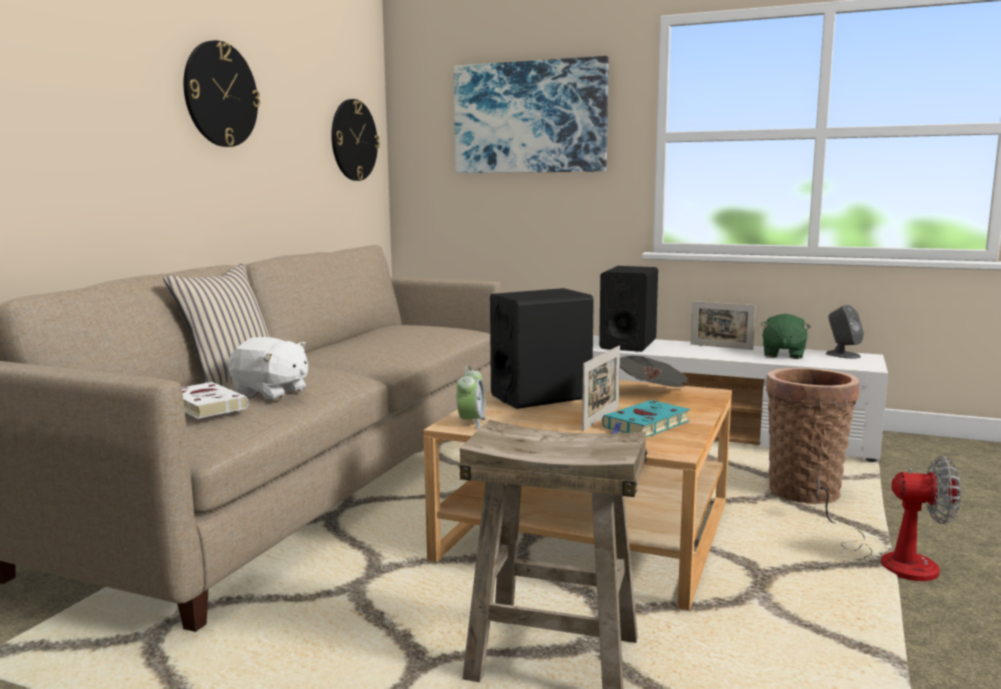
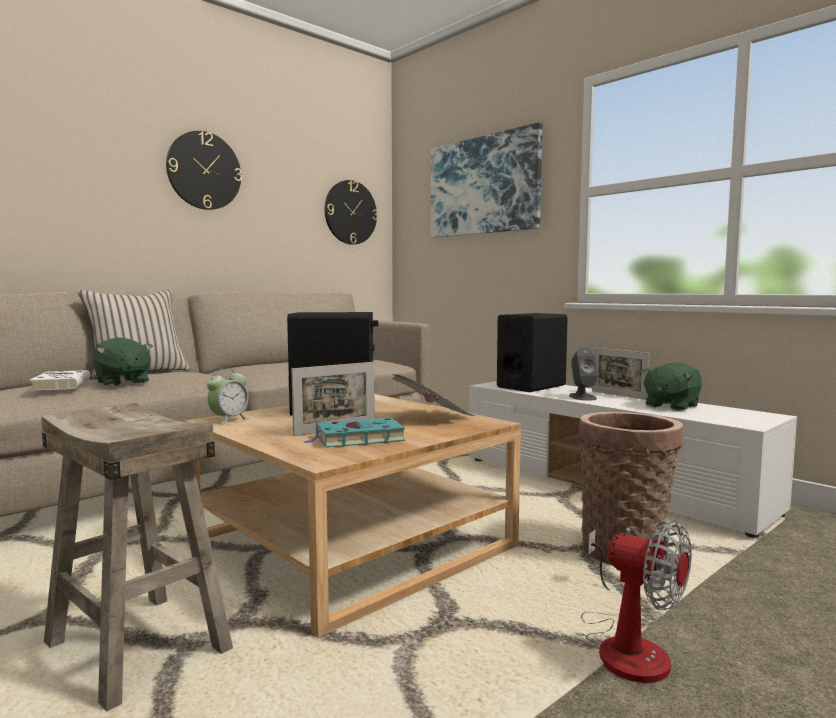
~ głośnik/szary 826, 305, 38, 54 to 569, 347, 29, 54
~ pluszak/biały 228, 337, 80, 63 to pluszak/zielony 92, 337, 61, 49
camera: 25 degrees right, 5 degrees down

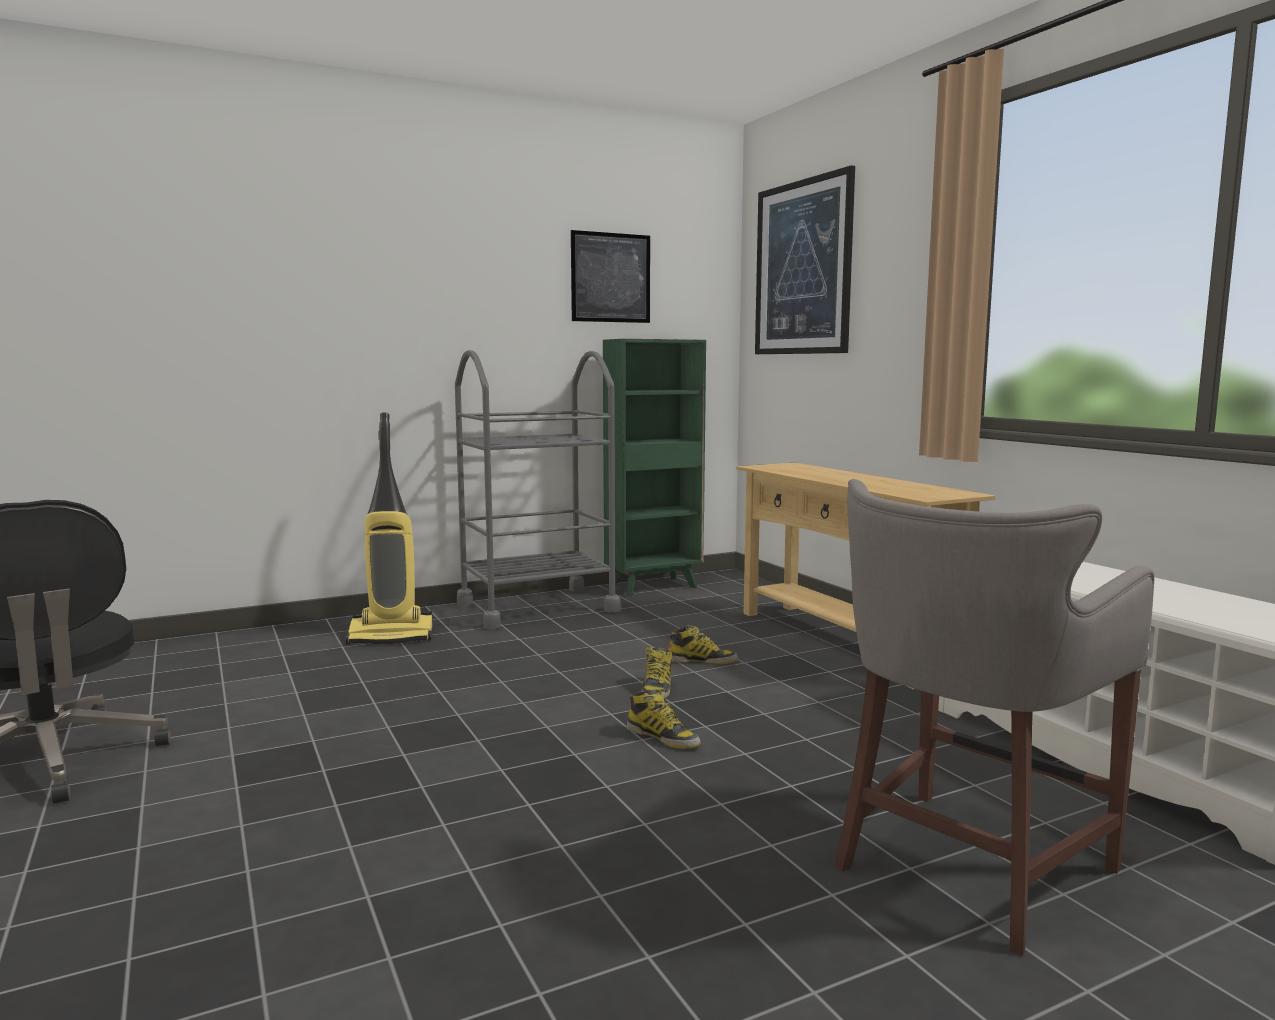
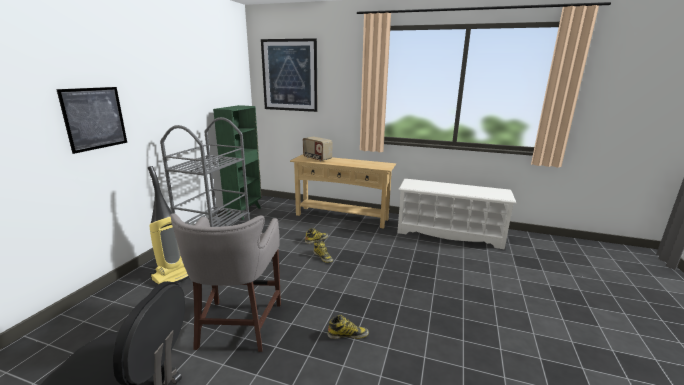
+ radio 303, 137, 30, 25
~ obraz 571, 230, 79, 93 to 56, 87, 71, 67
~ but z cholewką 627, 689, 74, 60 to 327, 315, 42, 24
~ stołek/szary 834, 479, 320, 478 to 170, 214, 111, 138
camera: 45 degrees left, 10 degrees up

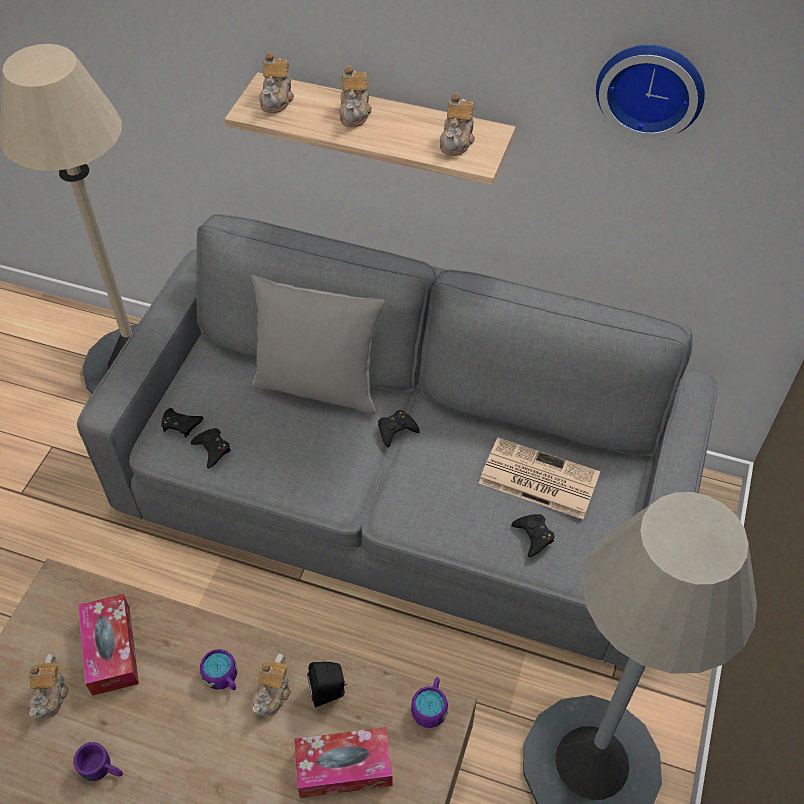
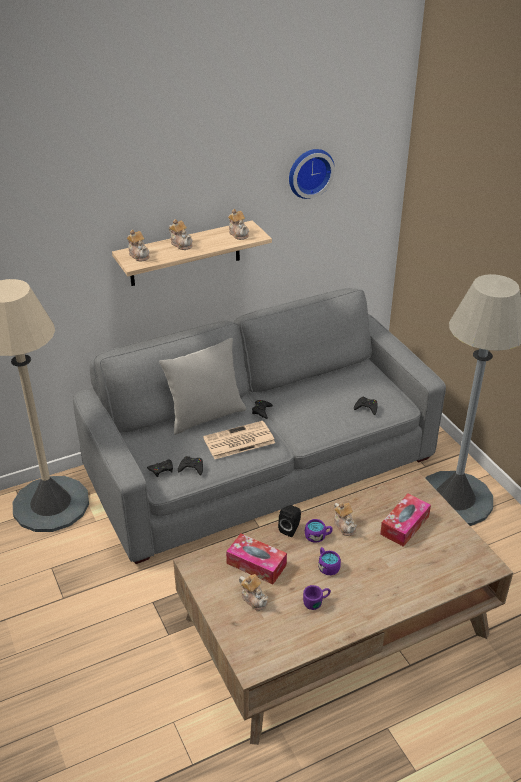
~ głośnik/czarny 307, 662, 40, 46 to 278, 505, 23, 32
~ kubek/fioletowy 411, 677, 37, 51 to 318, 547, 23, 28
~ gazeta 479, 437, 121, 82 to 203, 421, 72, 38
camera: 45 degrees left, 15 degrees down

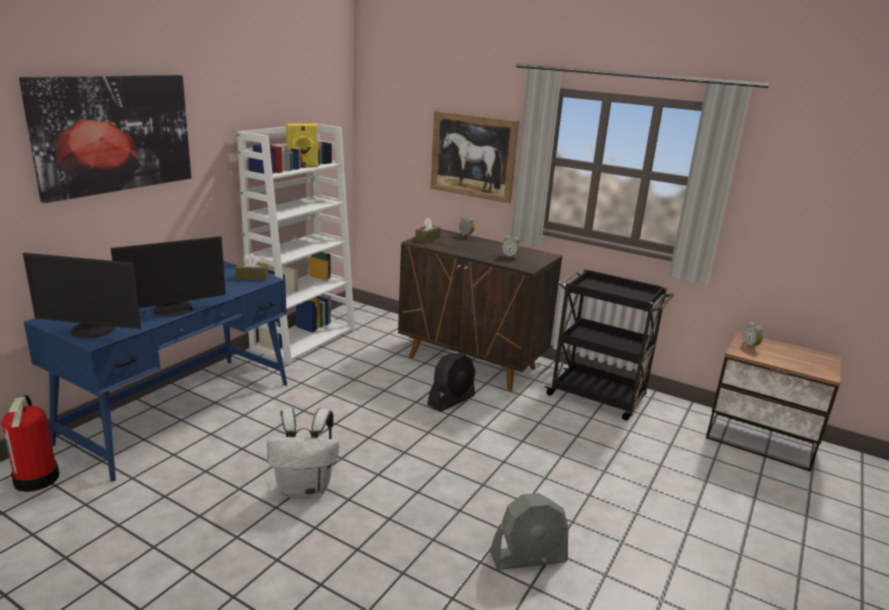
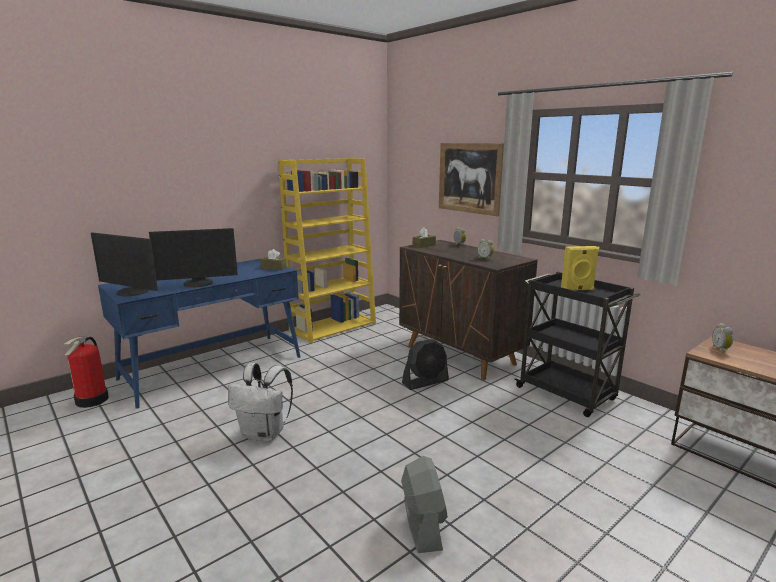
- obraz 19, 75, 172, 128
~ głośnik/żółty 286, 123, 32, 44 to 561, 246, 38, 45
~ regał/biały 237, 123, 118, 241 to regał/żółty 278, 158, 98, 185
~ wentylator/szary 490, 493, 78, 77 = 401, 456, 47, 97 105 degrees counterclockwise
camera: 20 degrees right, 5 degrees down

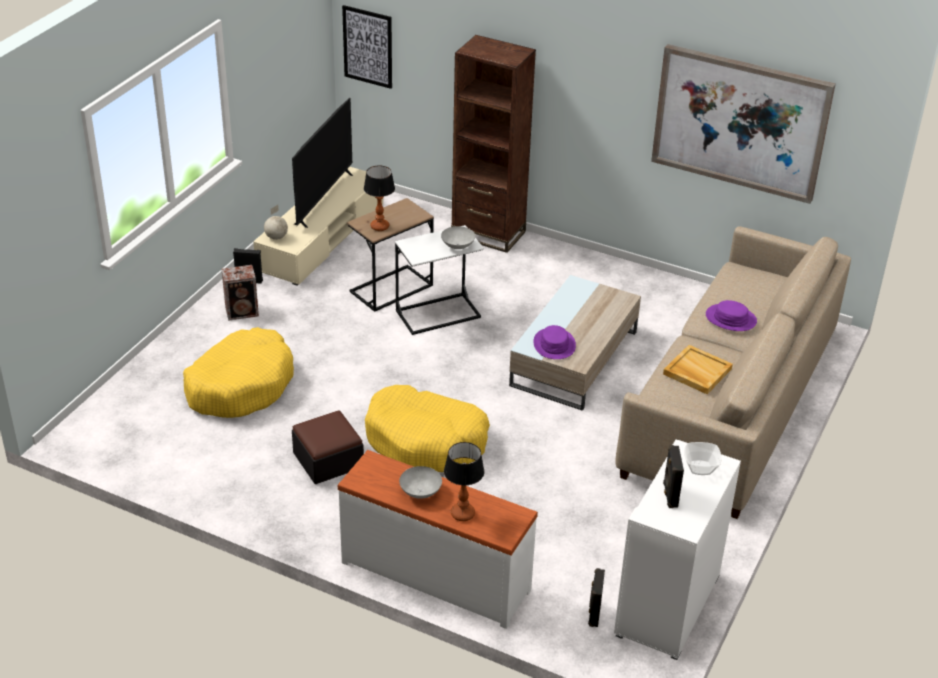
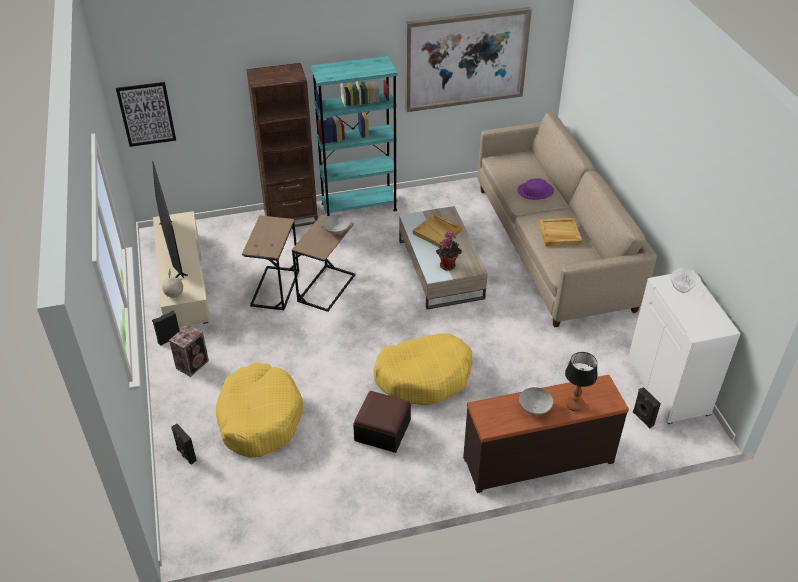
- lampa stołowa 364, 165, 31, 66
+ regał/turkusowy 311, 56, 87, 160
+ taca/beżowy 413, 214, 49, 34
~ głośnik/czarny 663, 445, 21, 63 to 171, 424, 26, 40
~ kapelusz/fioletowy 533, 325, 43, 34 to roślina doniczkowa 436, 231, 26, 40
~ komoda/biały 338, 450, 200, 179 to komoda/brązowy 463, 375, 166, 118
~ stolik/biały 395, 225, 89, 110 to stolik/brązowy 292, 214, 63, 98
camera: 40 degrees left, 5 degrees up

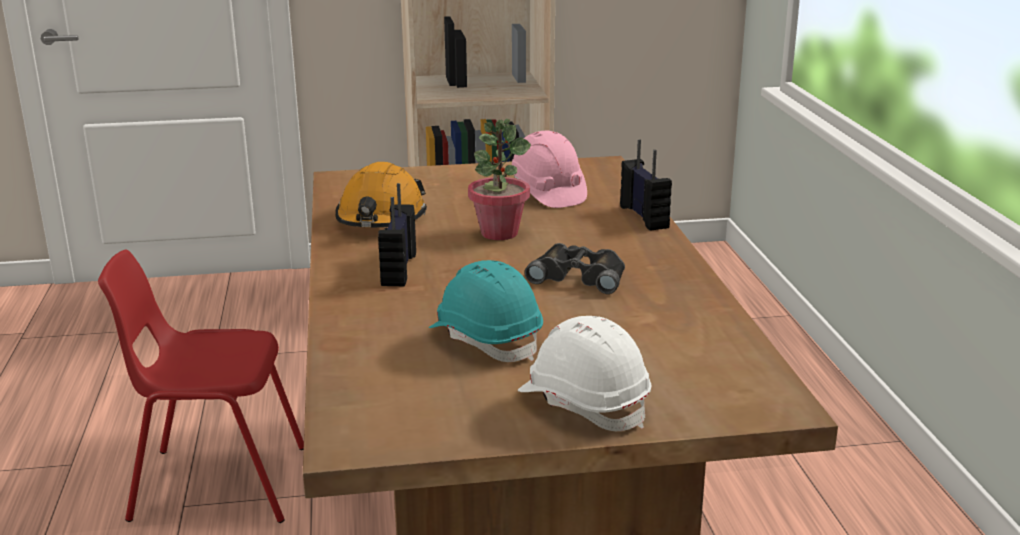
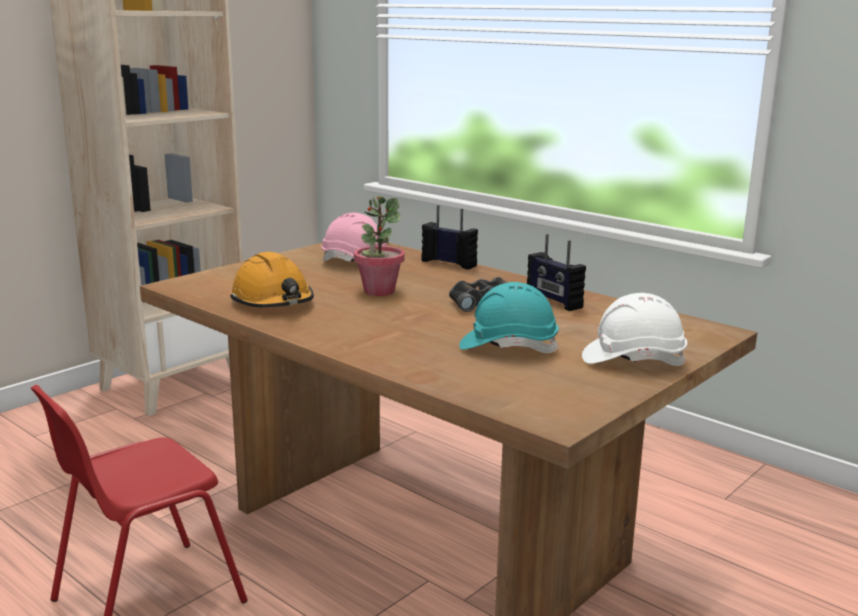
~ radio 378, 183, 38, 103 to 527, 234, 59, 77
camera: 40 degrees left, 5 degrees down

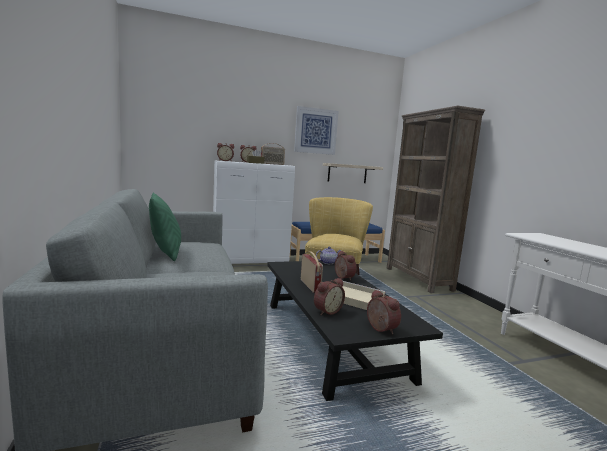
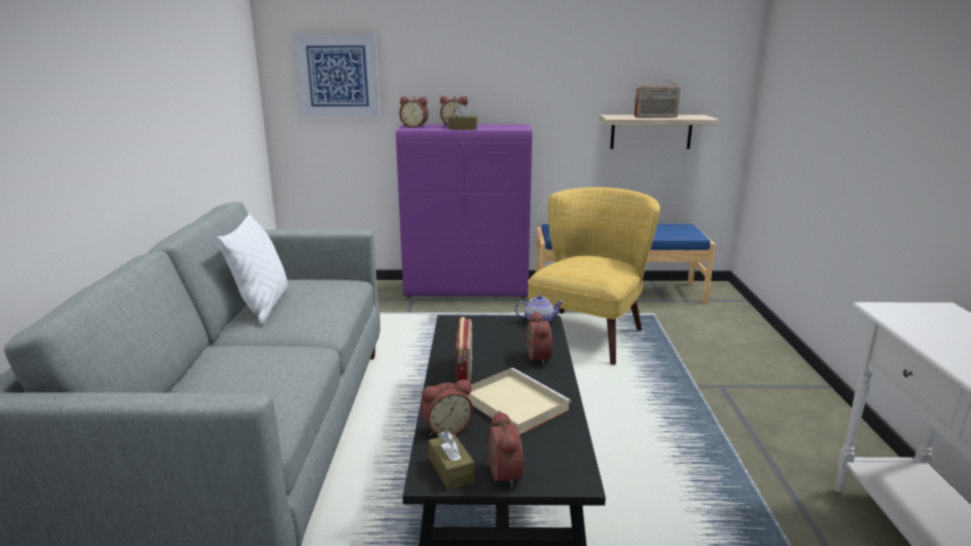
- regał/brązowy 387, 106, 98, 187
+ pudełko chusteczek/brązowy 428, 431, 47, 58
~ radio 261, 143, 24, 22 to 634, 79, 46, 39
~ obraz 294, 106, 45, 49 to 293, 33, 87, 84
~ poduszka/zielony 149, 192, 32, 69 to poduszka/biały 217, 213, 71, 111
~ szafka/biały 213, 161, 82, 103 to szafka/fioletowy 396, 124, 136, 174
camera: 20 degrees right, 10 degrees up

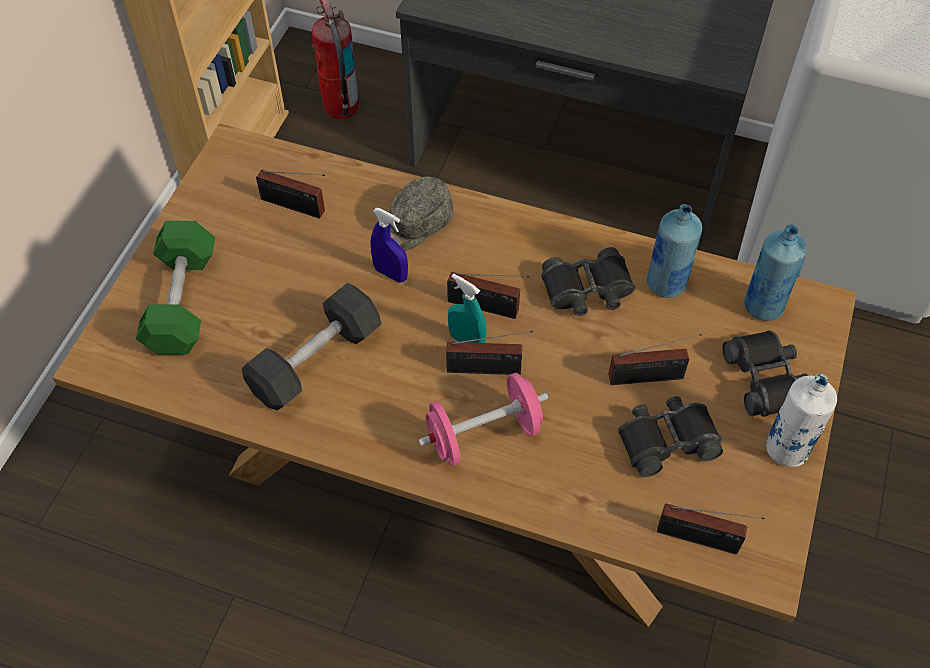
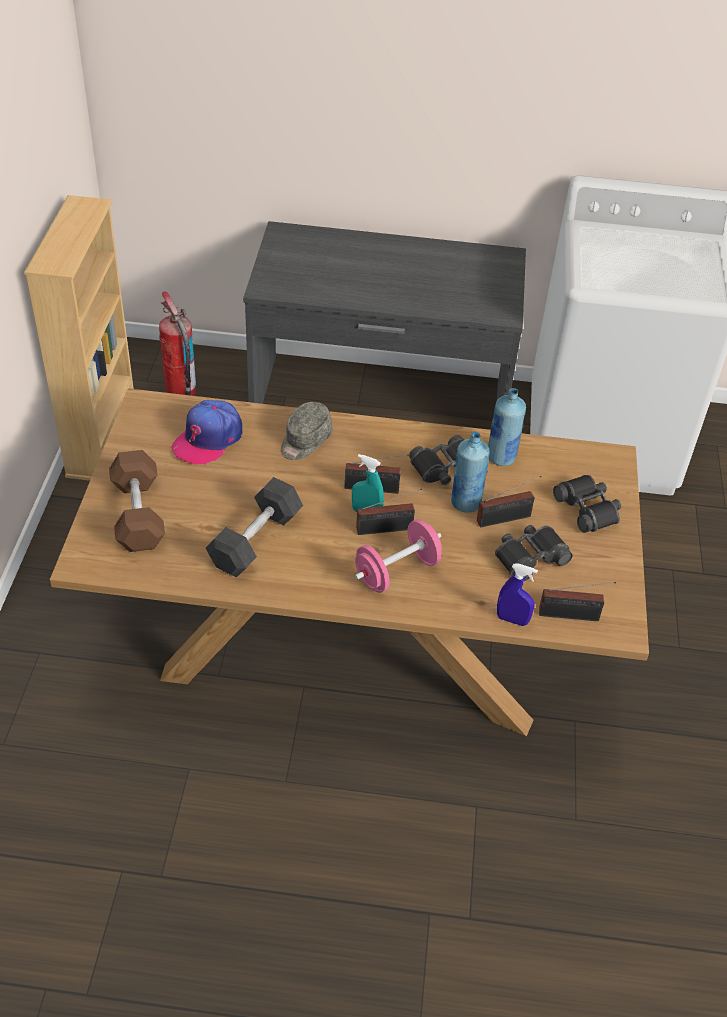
- butelka/biały 766, 374, 71, 93
~ spryskiwacz/niebieski 370, 208, 38, 75 to 497, 563, 41, 63
~ butelka/niebieski 744, 224, 63, 97 to 451, 432, 39, 80
~ radio 256, 170, 69, 49 to czapka z daszkiem 171, 400, 71, 65
~ hantel/zielony 136, 221, 79, 134 to hantel/brązowy 109, 450, 56, 102
camera: 15 degrees left, 10 degrees down

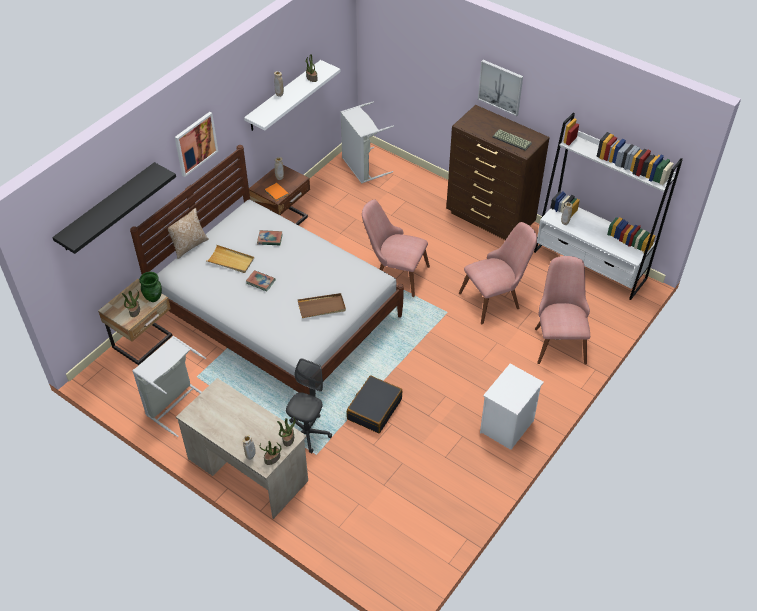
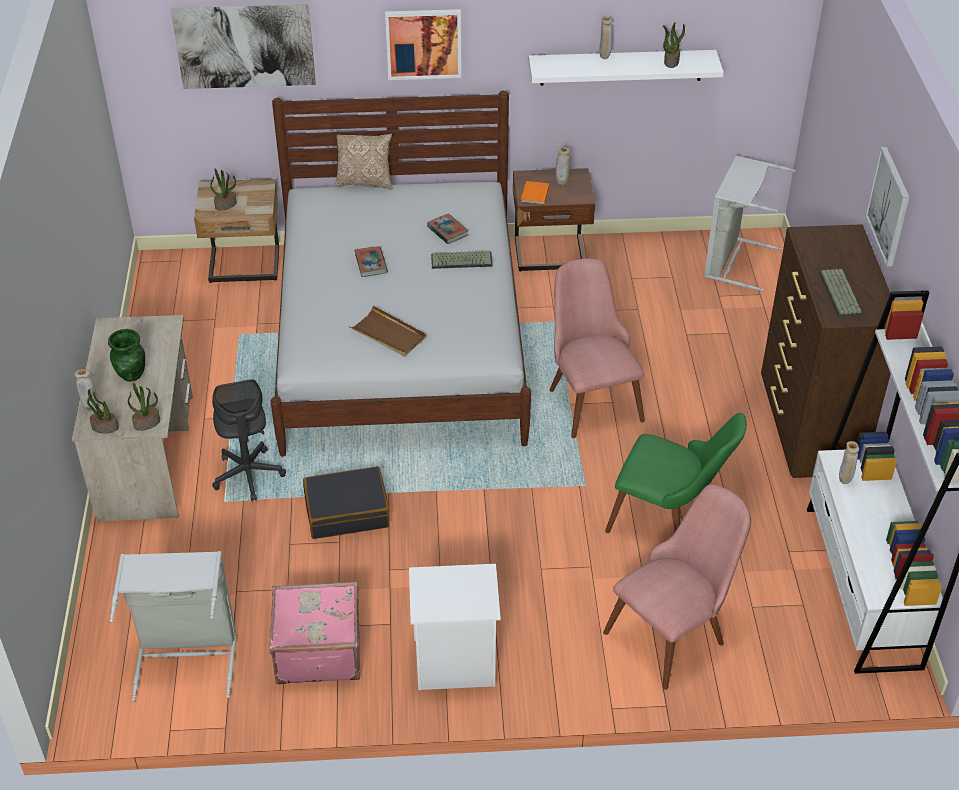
- taca/beżowy 207, 245, 47, 28
+ walizka/różowy 270, 582, 90, 102
+ klawiatura 431, 251, 62, 18
~ kosz na pranie/szary 132, 336, 74, 101 to 110, 551, 127, 150
~ wazon/zielony 139, 272, 23, 30 to 108, 329, 37, 53
~ półka/czarny 52, 162, 124, 92 to obraz 171, 4, 145, 85
~ krzesło/różowy 459, 222, 78, 102 to krzesło/zielony 605, 413, 142, 120
~ krzesło biurowe/szary 286, 358, 46, 95 = 212, 379, 74, 122 90 degrees clockwise
camera: 50 degrees right, 5 degrees down

